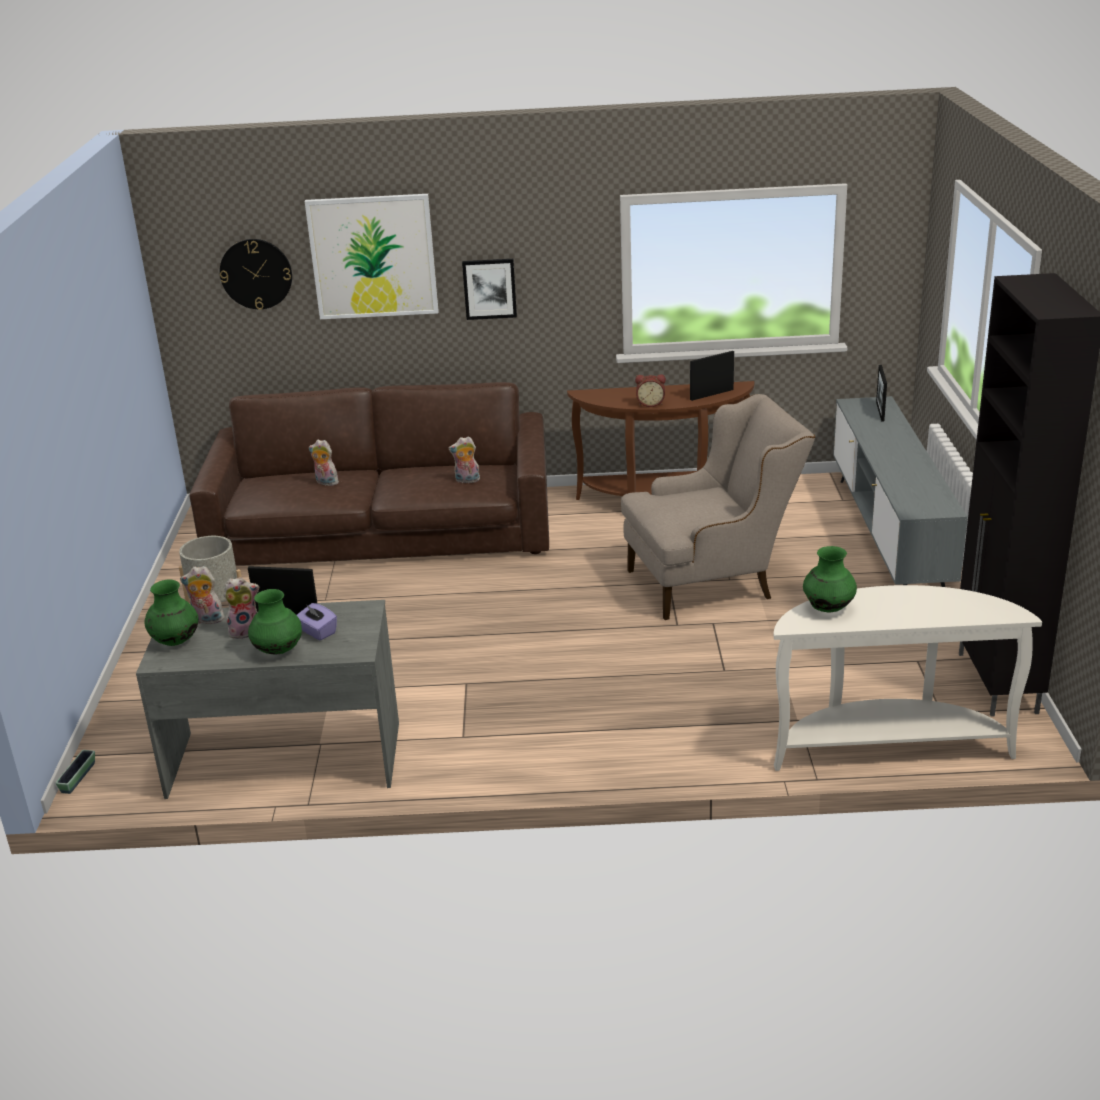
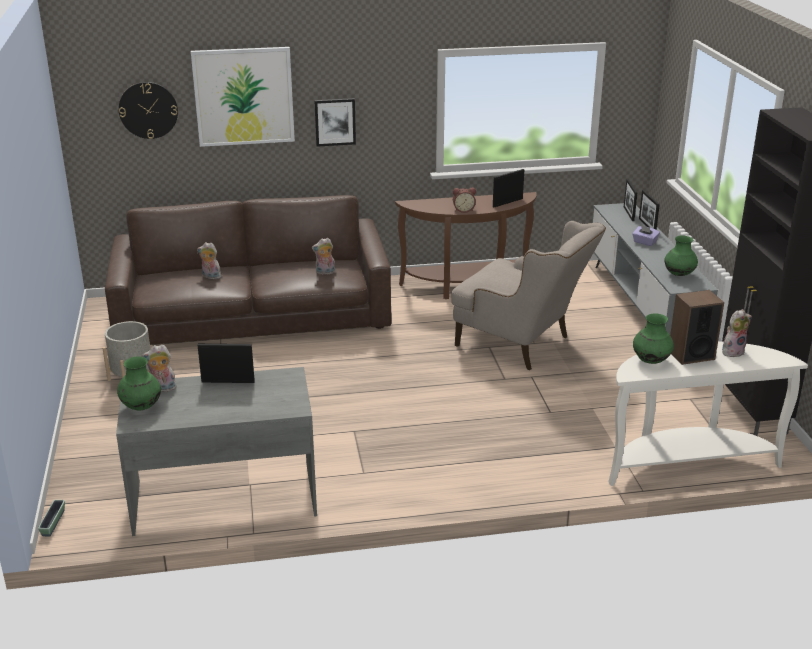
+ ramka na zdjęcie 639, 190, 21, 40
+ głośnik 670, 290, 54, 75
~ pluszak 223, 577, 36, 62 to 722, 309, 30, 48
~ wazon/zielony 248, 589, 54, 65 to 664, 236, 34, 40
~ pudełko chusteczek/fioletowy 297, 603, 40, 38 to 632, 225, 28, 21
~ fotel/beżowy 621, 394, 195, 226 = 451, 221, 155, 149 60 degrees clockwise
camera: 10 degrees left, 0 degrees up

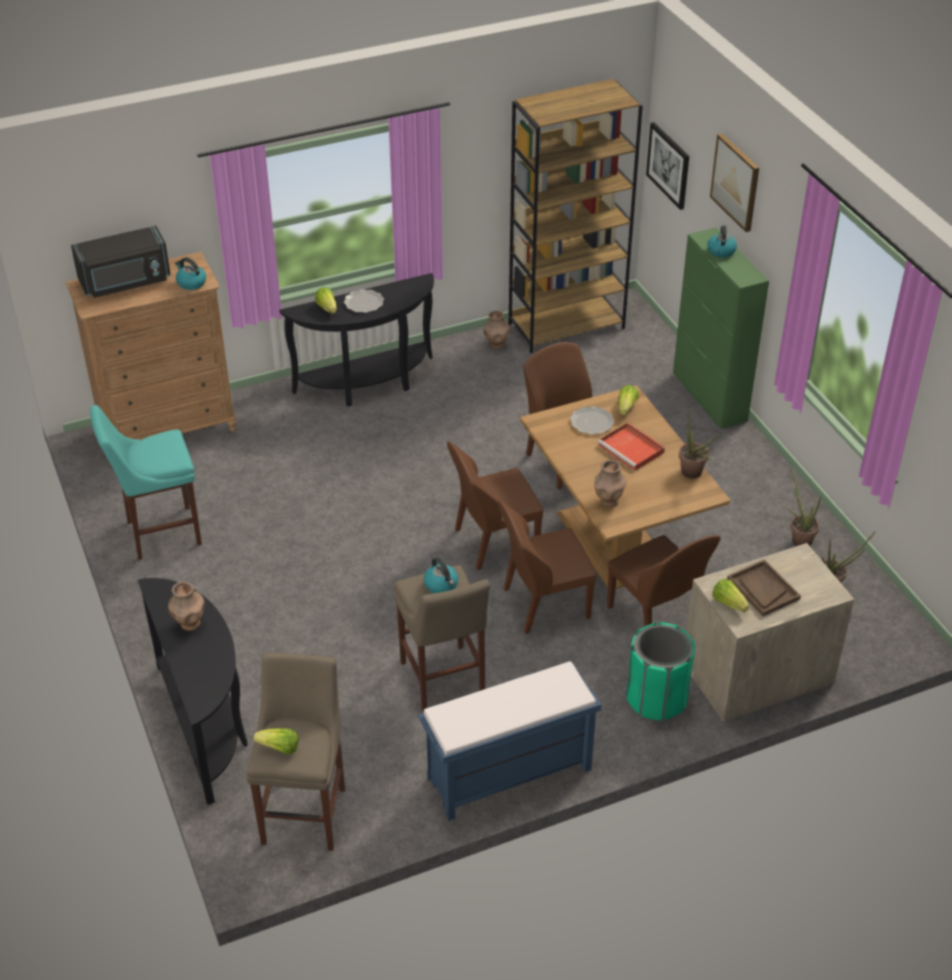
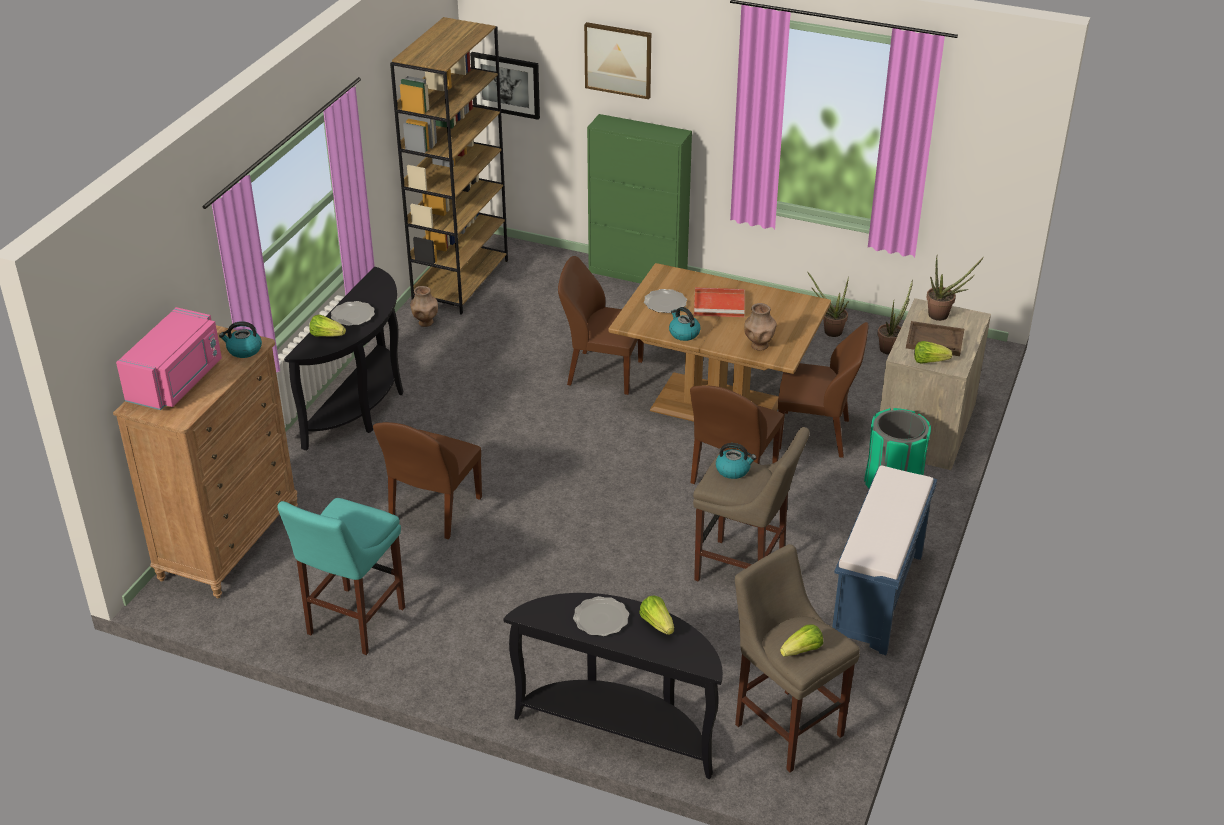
~ krzesło/brązowy 447, 441, 96, 129 to 373, 422, 109, 117
~ sałata 618, 385, 21, 30 to 639, 595, 35, 40
~ roślina doniczkowa 679, 410, 43, 68 to 926, 257, 57, 64
~ czajnik 707, 225, 30, 32 to 669, 307, 32, 34
~ wazon/brązowy 168, 581, 37, 50 to talerz 573, 596, 56, 40
~ mikrofalówka/czarny 71, 226, 100, 72 to mikrofalówka/różowy 116, 307, 106, 103
camera: 45 degrees left, 5 degrees down

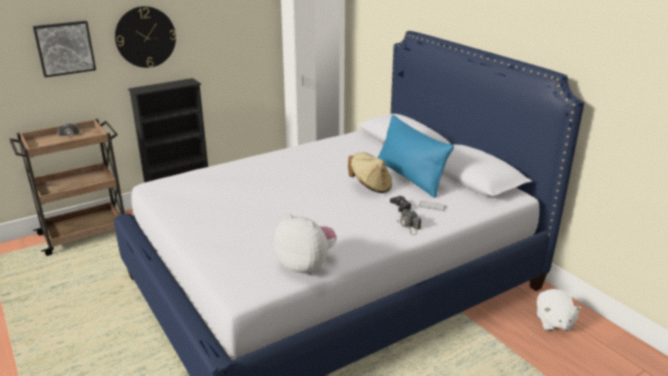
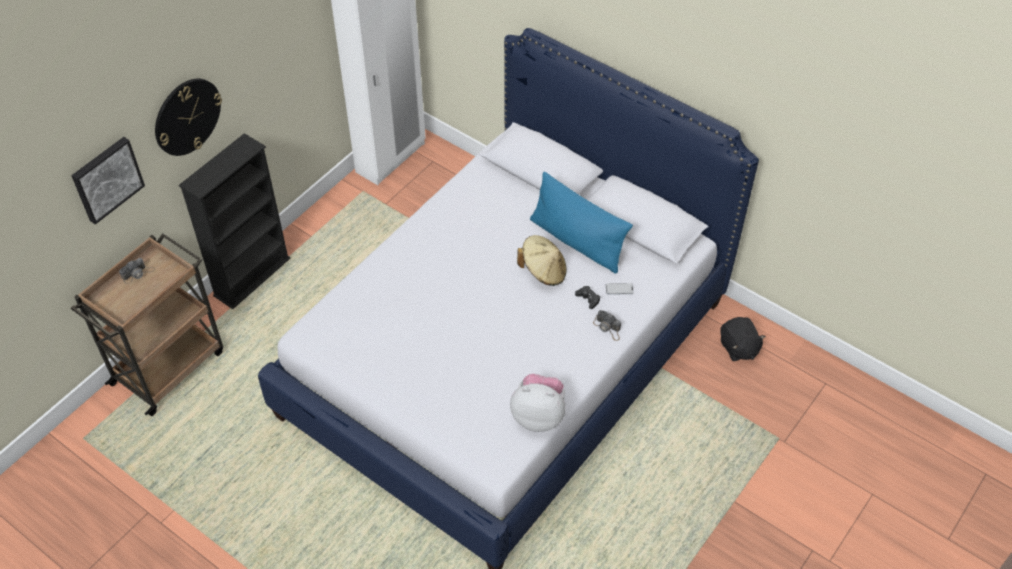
~ pluszak/biały 537, 289, 45, 42 to pluszak/czarny 720, 317, 46, 44
camera: 20 degrees left, 25 degrees up

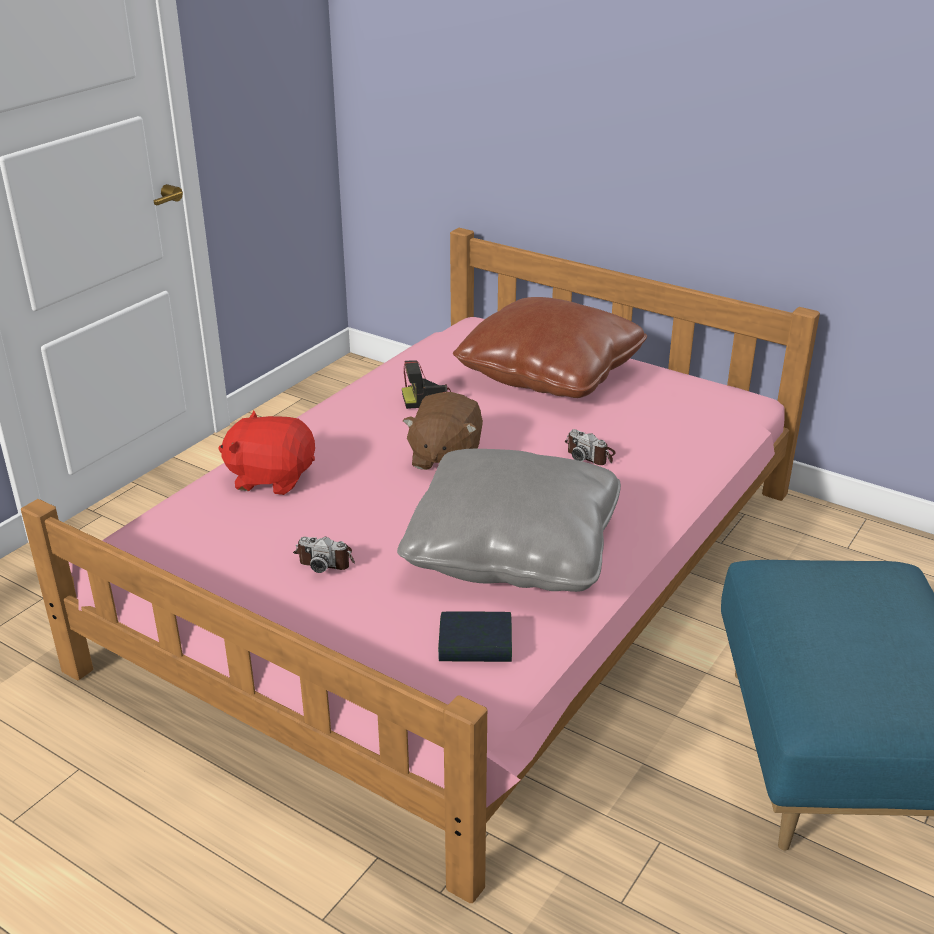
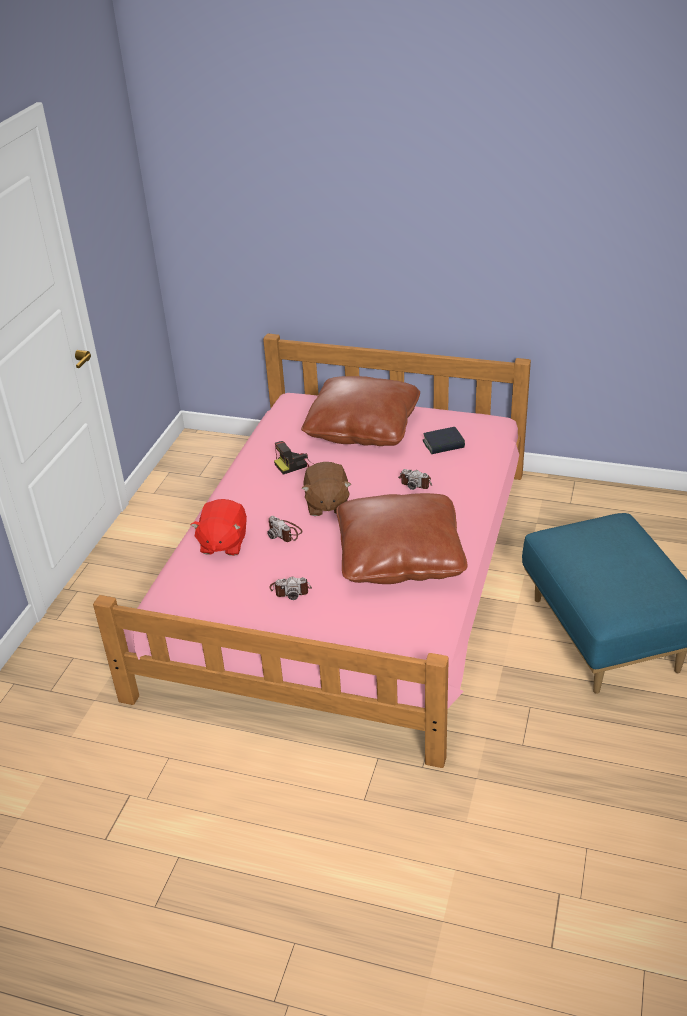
+ aparat fotograficzny 267, 516, 35, 26
~ książka 438, 611, 74, 51 to 423, 427, 42, 27
~ poduszka/szary 397, 449, 224, 143 to poduszka/brązowy 336, 493, 131, 91
~ pluszak/czerwony 218, 411, 97, 84 = 191, 499, 56, 57 75 degrees counterclockwise
camera: 15 degrees left, 5 degrees up

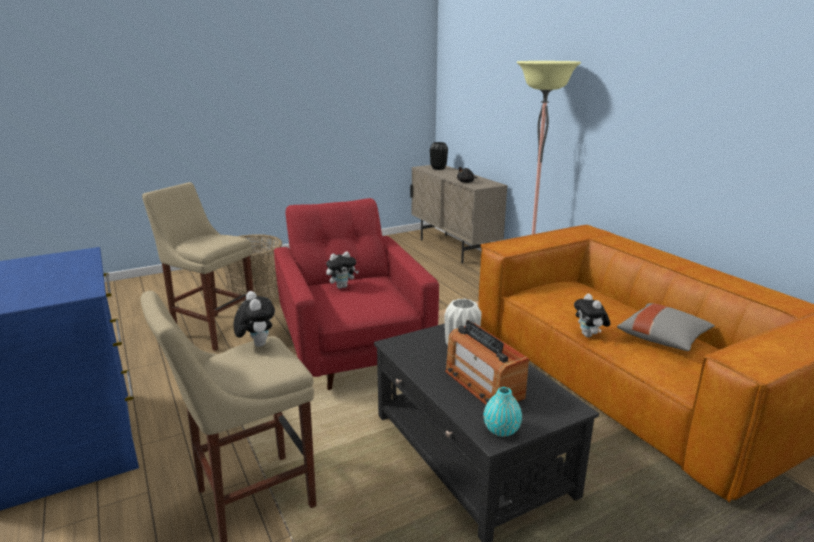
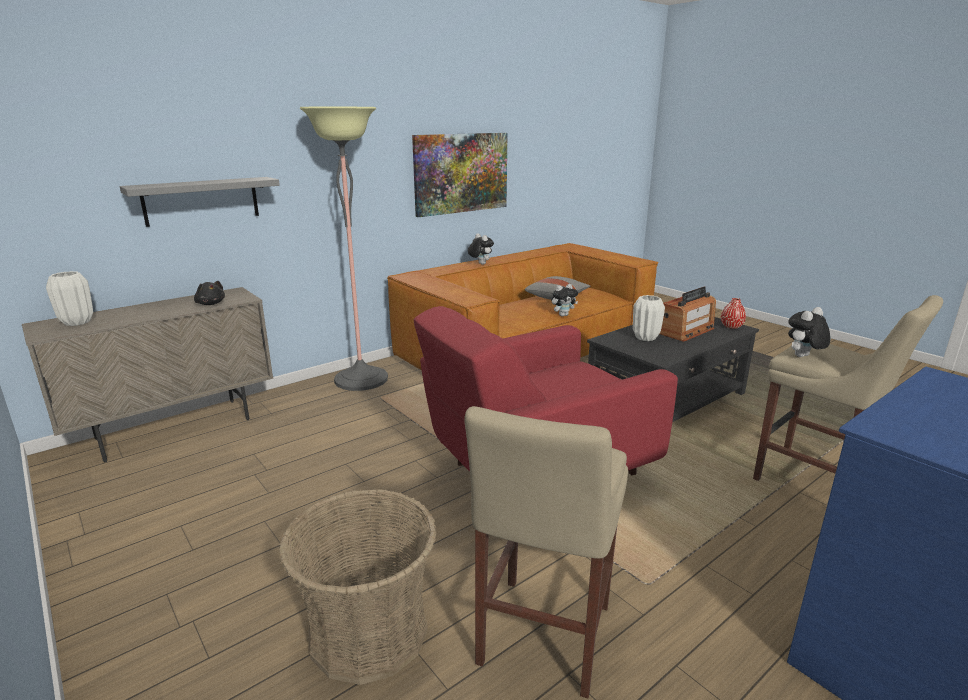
+ półka/szary 120, 177, 160, 50
+ obraz 412, 133, 96, 84
~ pluszak 326, 252, 33, 37 to 468, 233, 26, 32
~ wazon/czarny 430, 142, 18, 28 to wazon/biały 46, 271, 47, 55
~ wazon/turkusowy 484, 387, 38, 50 to wazon/czerwony 721, 298, 25, 31
camera: 100 degrees left, 0 degrees up

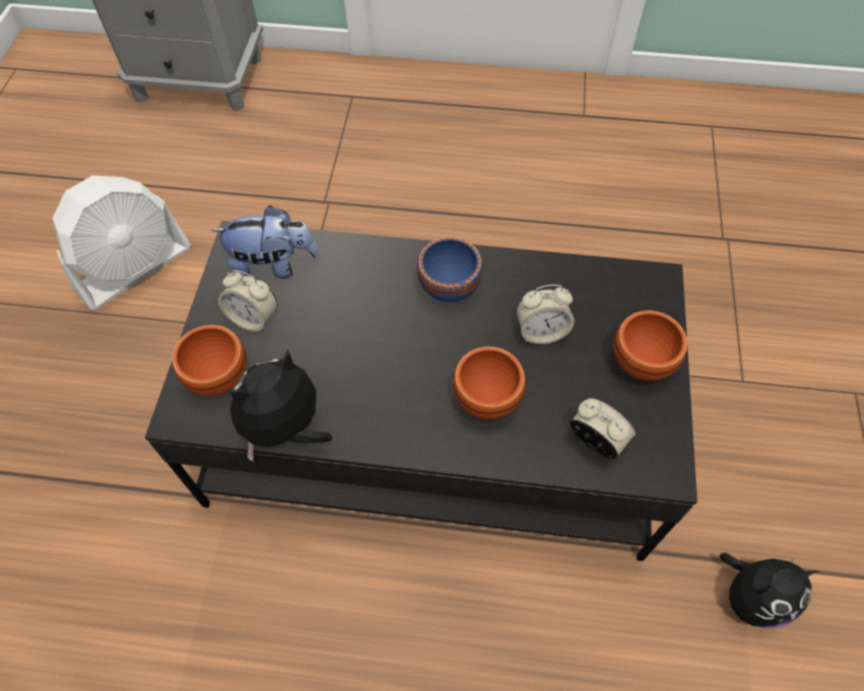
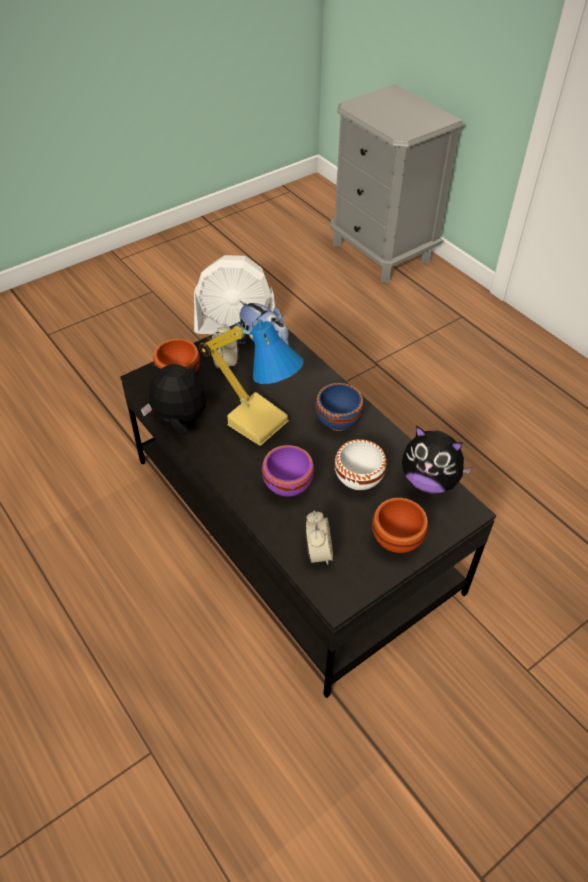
+ lampa stołowa 199, 320, 105, 126
~ pluszak 720, 553, 100, 75 to 402, 426, 71, 68
~ budzik 516, 285, 58, 59 to miska/biały 334, 439, 53, 51
~ miska/brązowy 453, 347, 73, 72 to miska/fioletowy 262, 445, 52, 52
camera: 45 degrees right, 10 degrees down

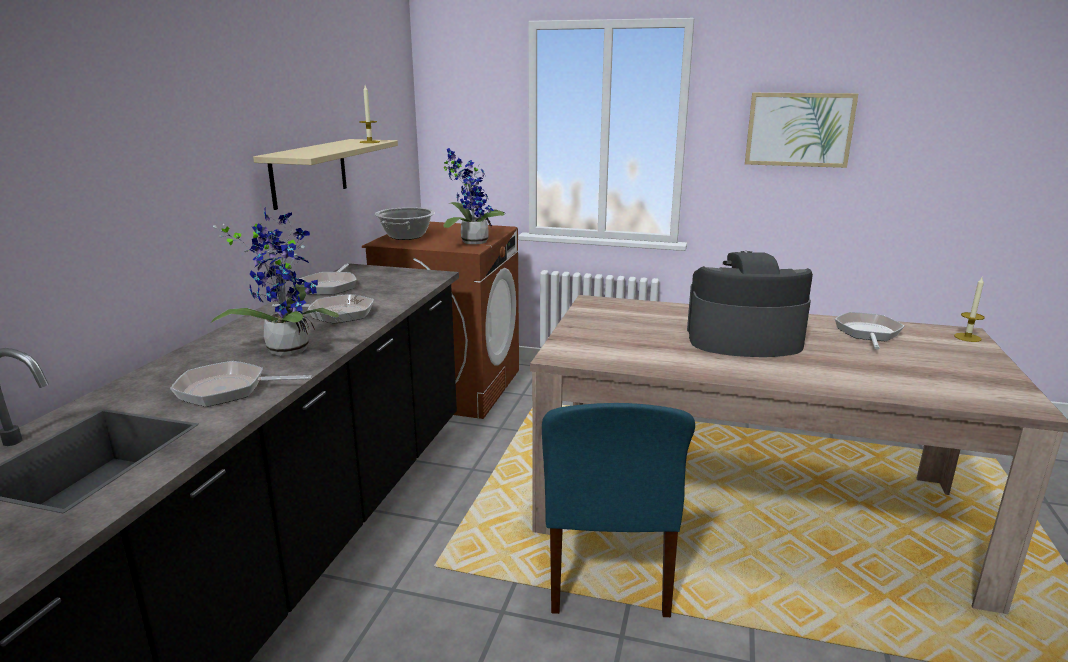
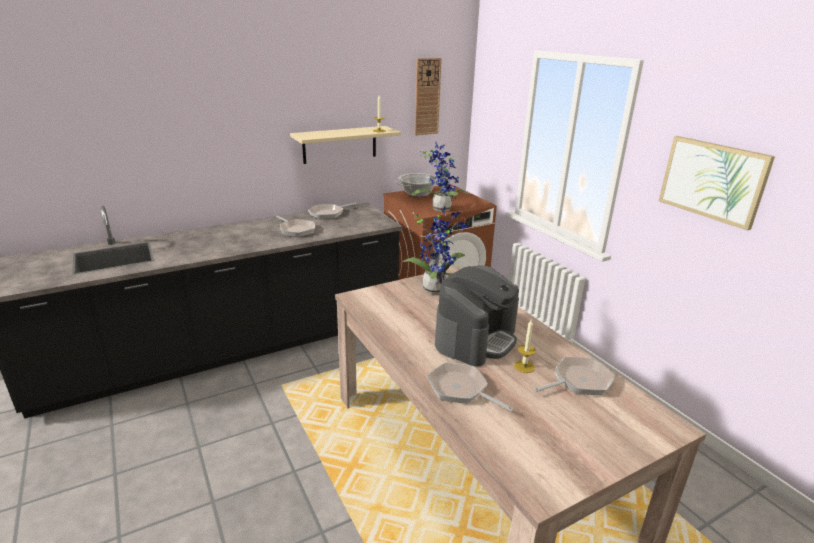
- krzesło/niebieski 542, 403, 153, 214
+ zegar ścienny 414, 58, 28, 78
~ patelnia 170, 361, 142, 46 to 427, 362, 87, 49
~ roślina doniczkowa 211, 206, 128, 150 to 402, 206, 65, 88
~ świeca 954, 277, 31, 65 to 514, 320, 22, 53
~ ekspres do kawy 687, 251, 126, 106 = 435, 266, 84, 101 75 degrees clockwise
camera: 45 degrees right, 5 degrees up

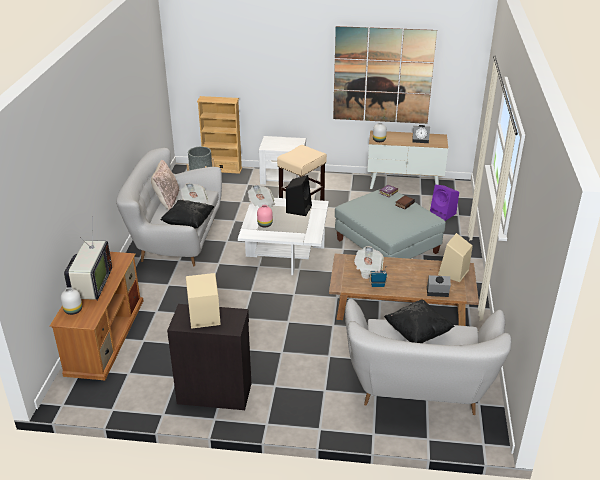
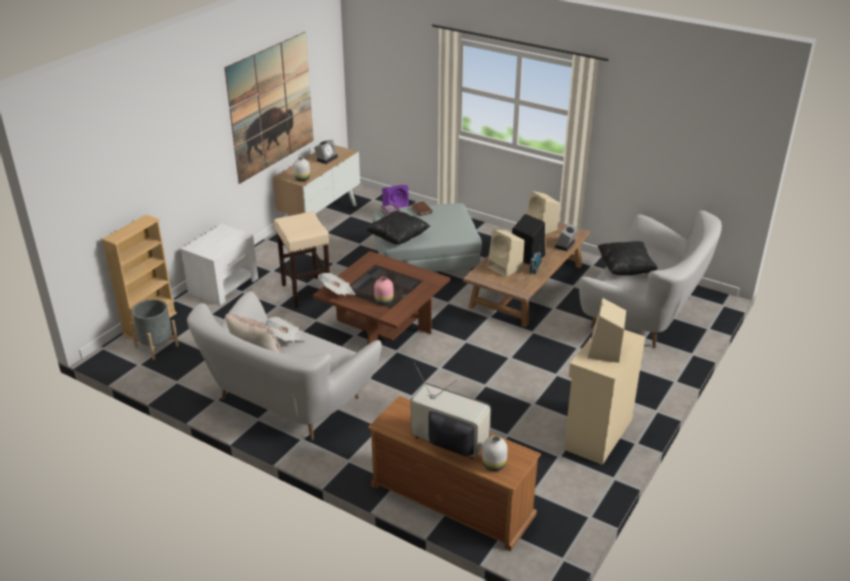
~ poduszka/czarny 160, 200, 54, 29 to 366, 210, 64, 35
~ głośnik/czarny 286, 175, 26, 41 to 512, 214, 33, 51
~ gazeta 354, 246, 30, 33 to głośnik/beżowy 487, 229, 37, 48
~ szafka/czarny 167, 304, 84, 106 to szafka/beżowy 564, 330, 81, 135
~ ława/biały 238, 198, 91, 77 to ława/brązowy 313, 251, 137, 93
camera: 65 degrees left, 0 degrees up

